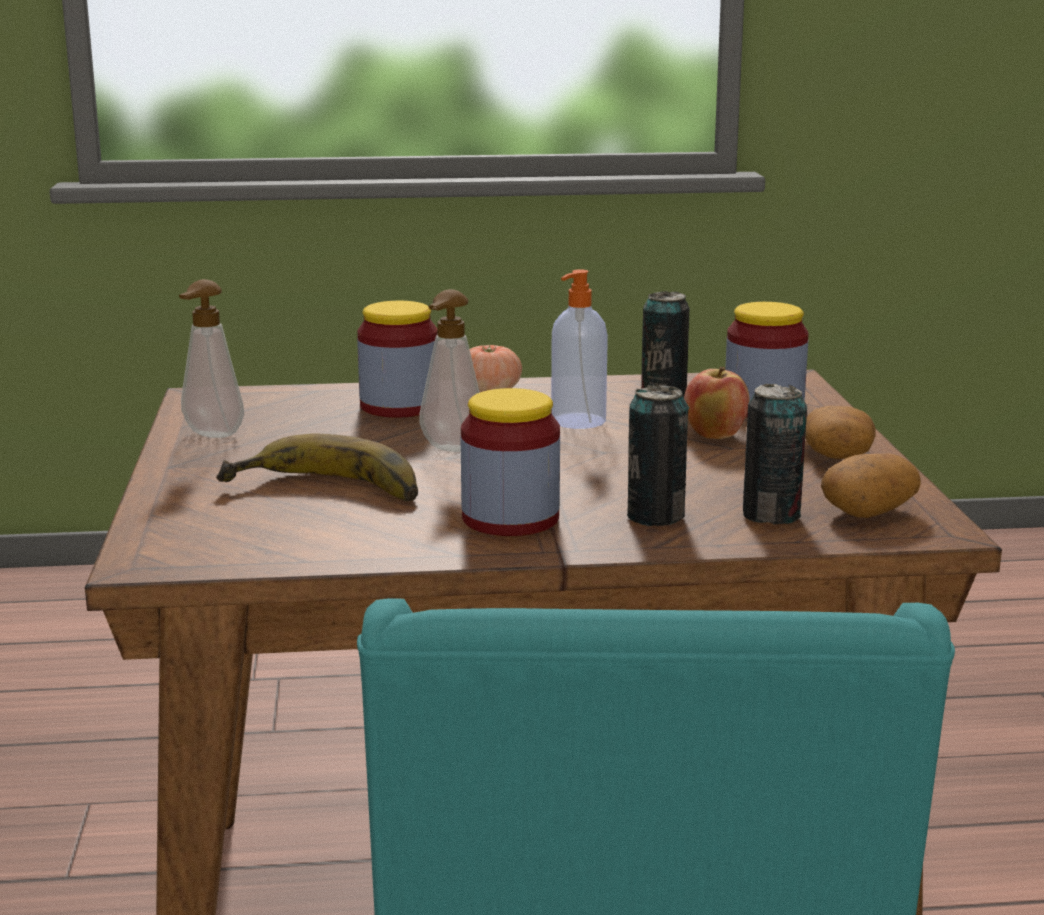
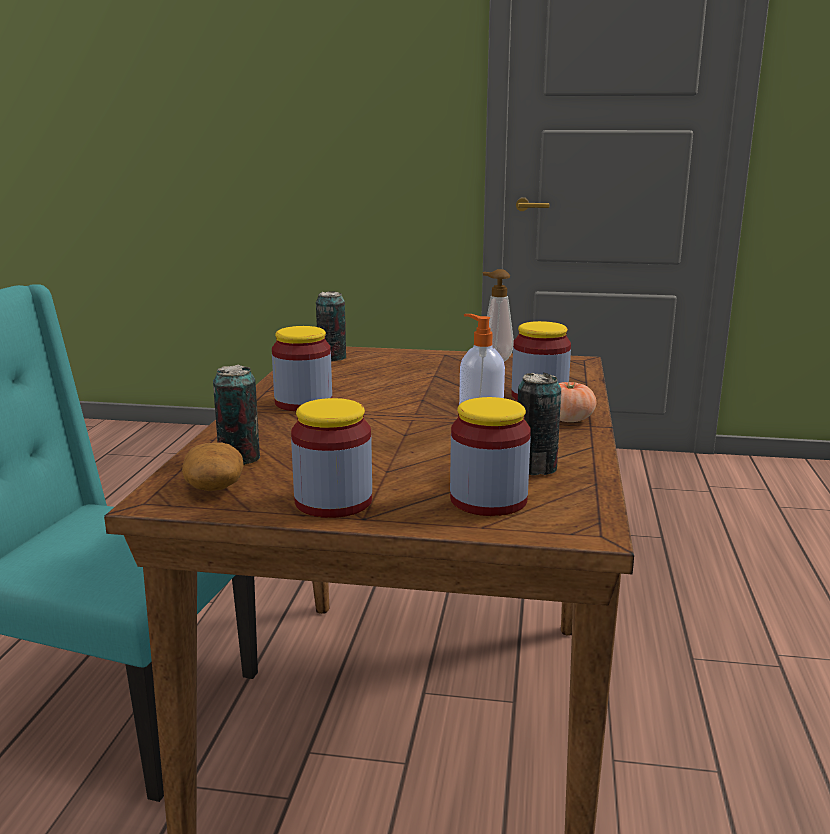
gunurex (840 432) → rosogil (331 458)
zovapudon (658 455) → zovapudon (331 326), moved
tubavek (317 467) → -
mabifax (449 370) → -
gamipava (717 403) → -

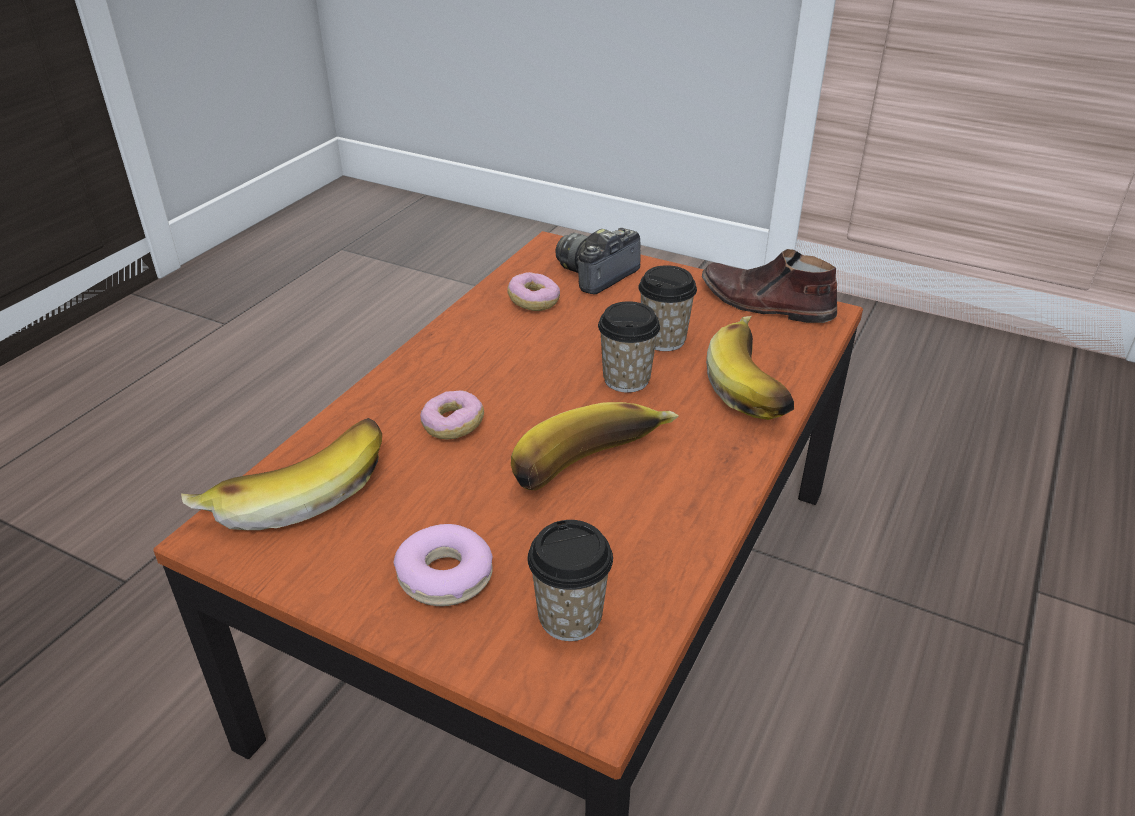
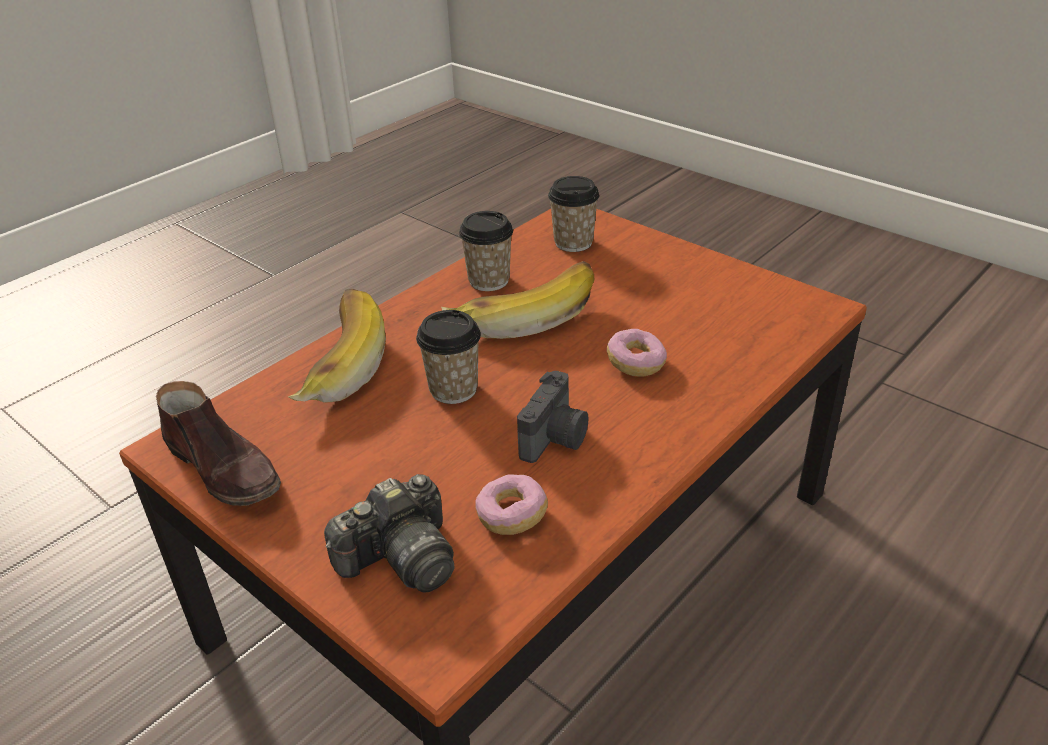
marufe (667 308) → marufe (486 251), moved
- → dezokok (552 417)
tubavek (281 474) → -
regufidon (443 565) → -

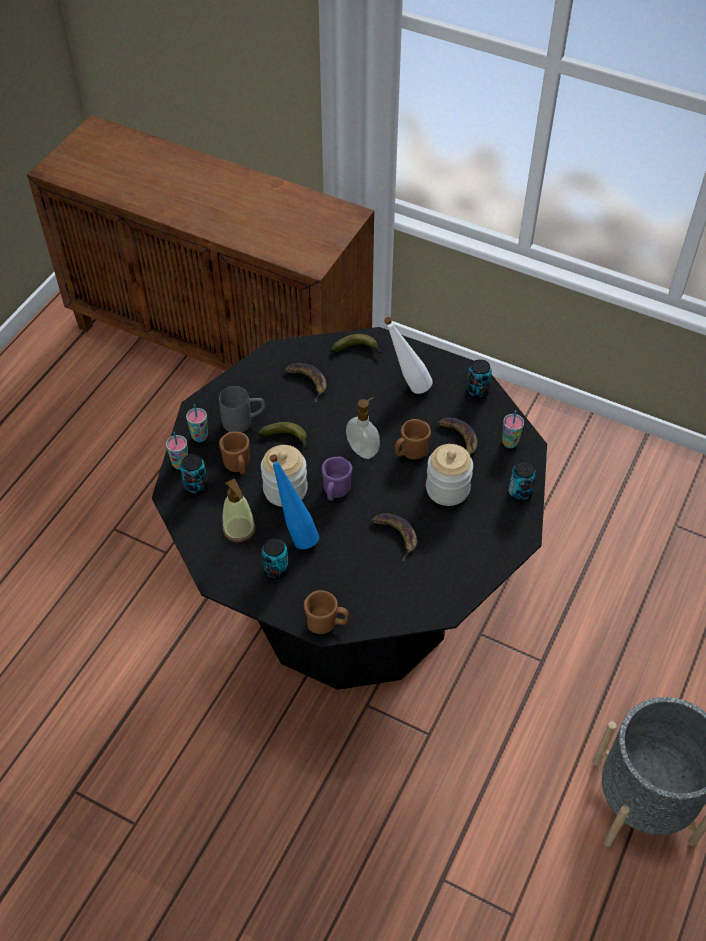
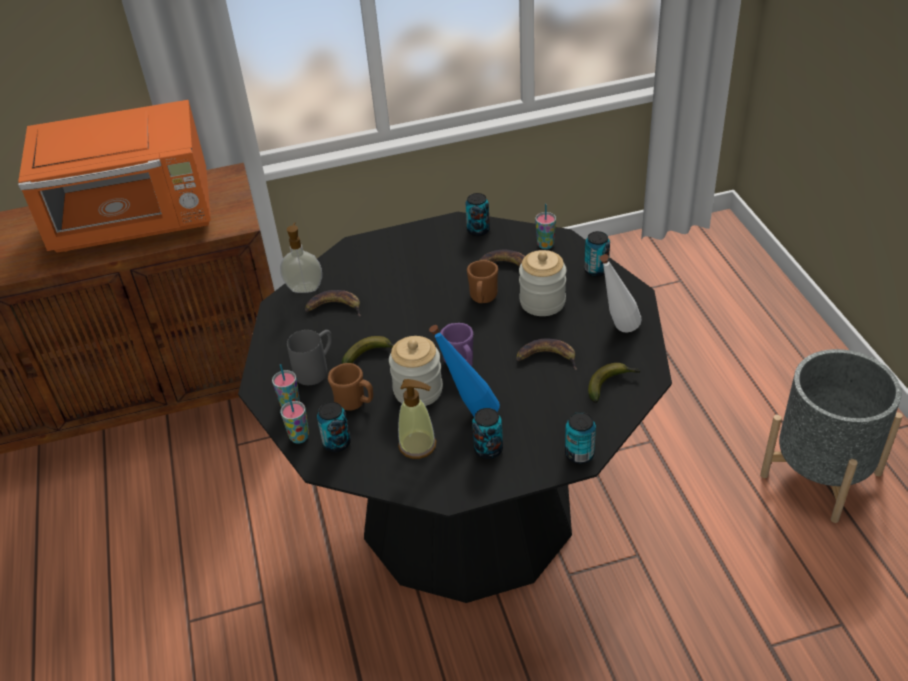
- → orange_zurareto (114 176)
mabifax (363 428) → mabifax (301 258), moved
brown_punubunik (326 612) → zovapudon (580 438)
tubavek (356 343) → tubavek (614 383), moved
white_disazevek (408 355) → white_disazevek (620 293), moved

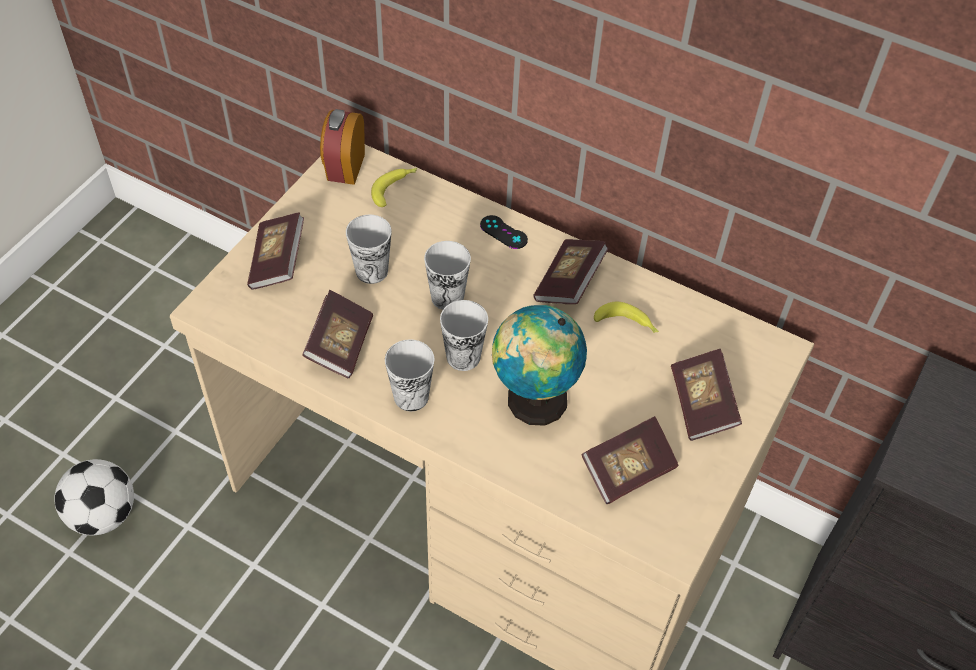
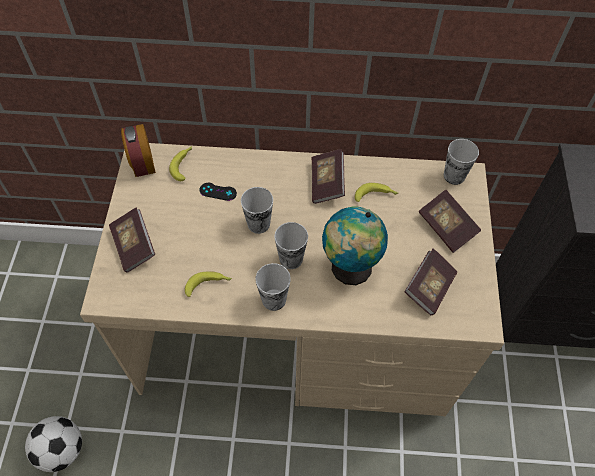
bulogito (337 334) → tubavek (208 284)
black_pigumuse (504 232) → black_pigumuse (218 192), moved
marufe (369 249) → marufe (461 162), moved

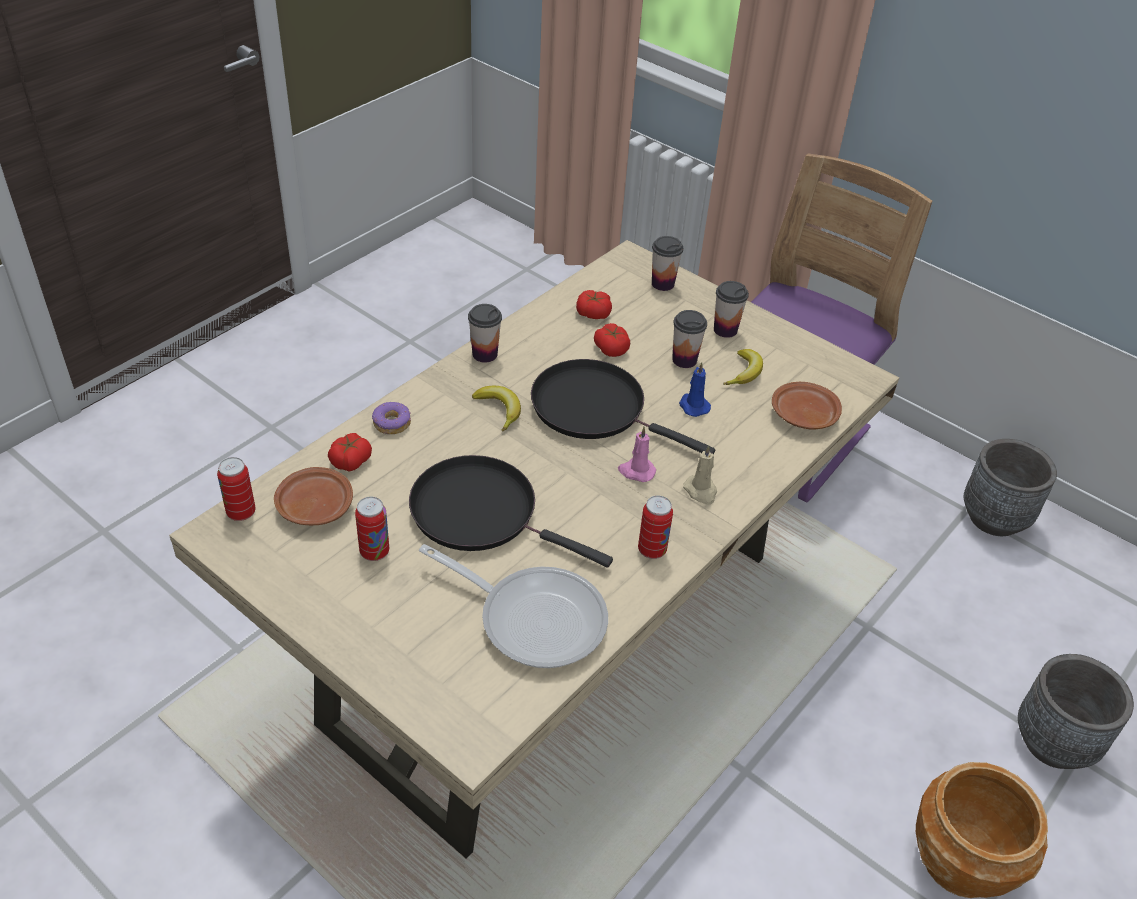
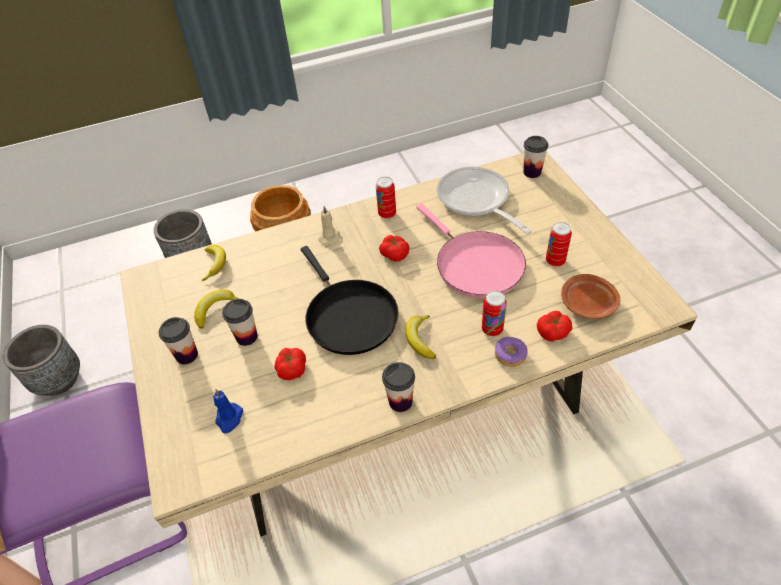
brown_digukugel (807 406) → tubavek (214 263)
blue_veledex (695 389) → blue_veledex (228 411), moved
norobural (594 304) → norobural (394 248), moved
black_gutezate (511 511) → pink_gutezate (471 250)
zovapudon (236 489) → zovapudon (494 313), moved
marufe (667 263) → marufe (535 157), moved
pink_veledex (637 454) → -

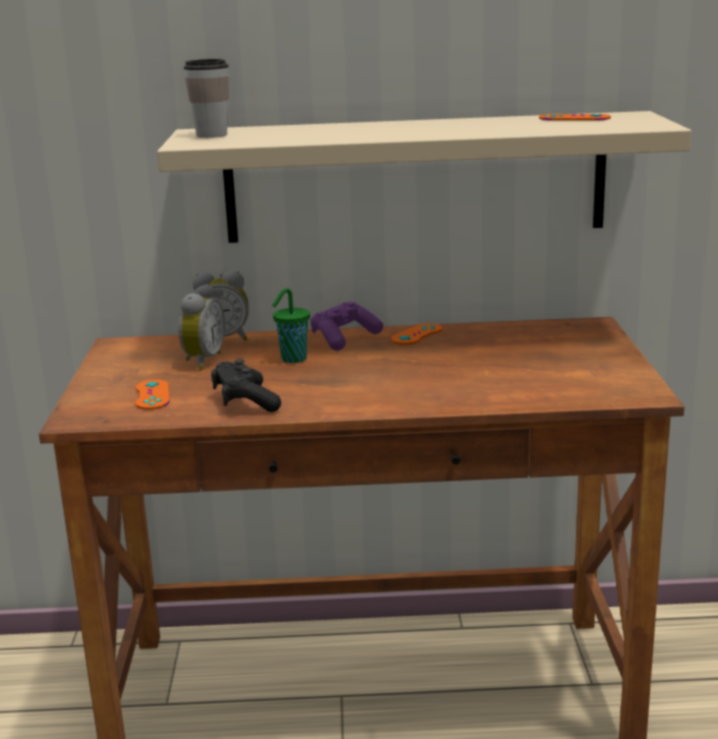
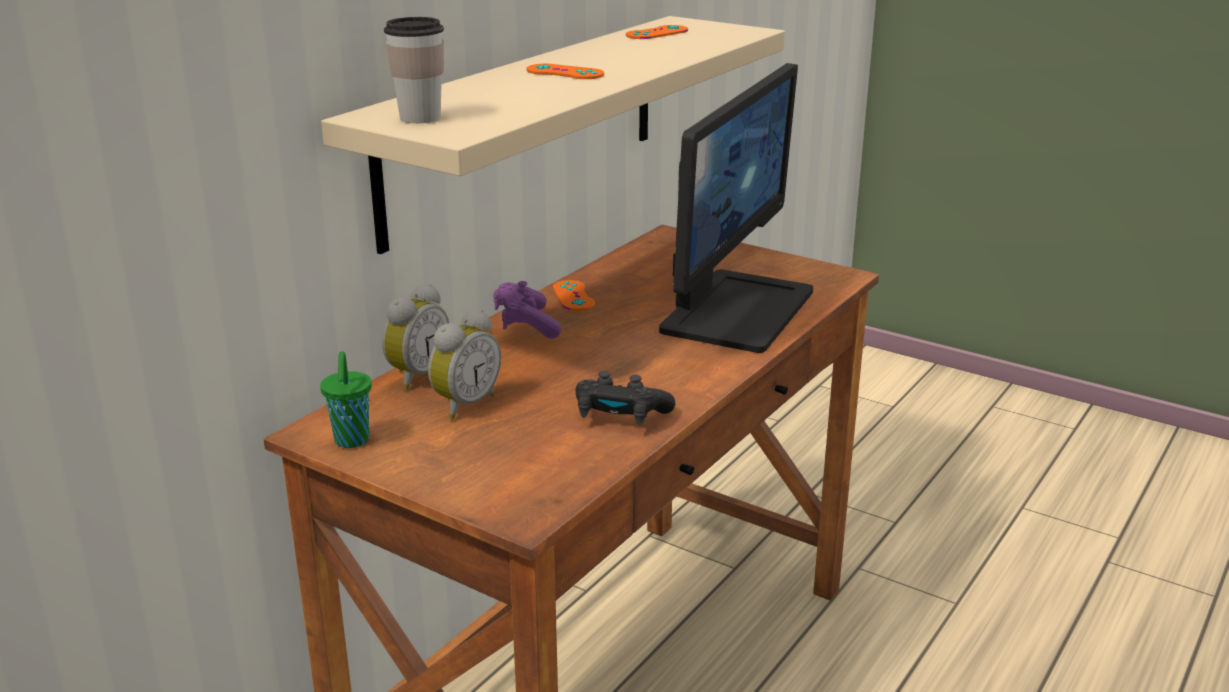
green_marufe (291 325) → green_marufe (346 399), moved
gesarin (202 327) → gesarin (464 364), 75 degrees clockwise
orange_pigumuse (152 394) → orange_pigumuse (565 71), moved
- → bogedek (736 208)

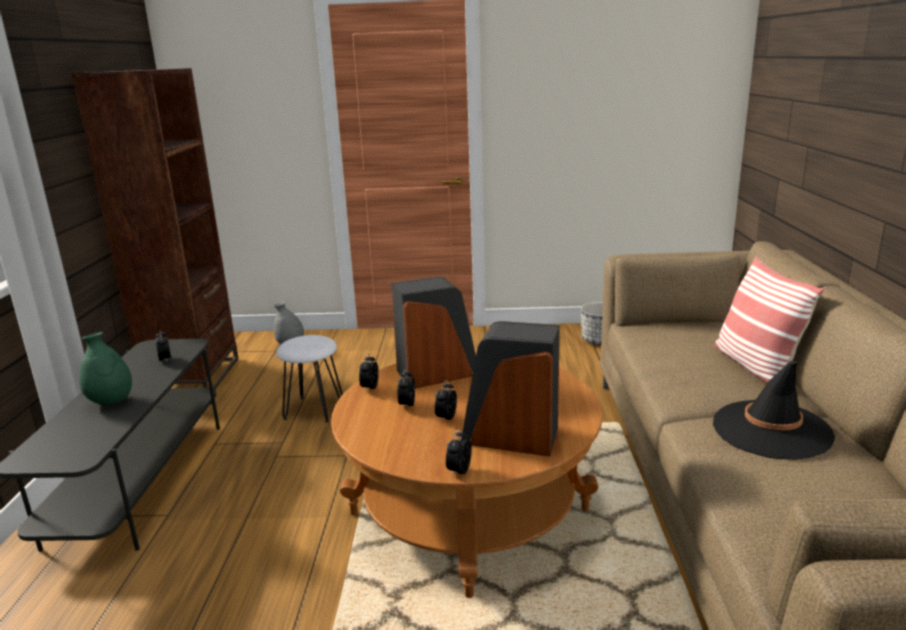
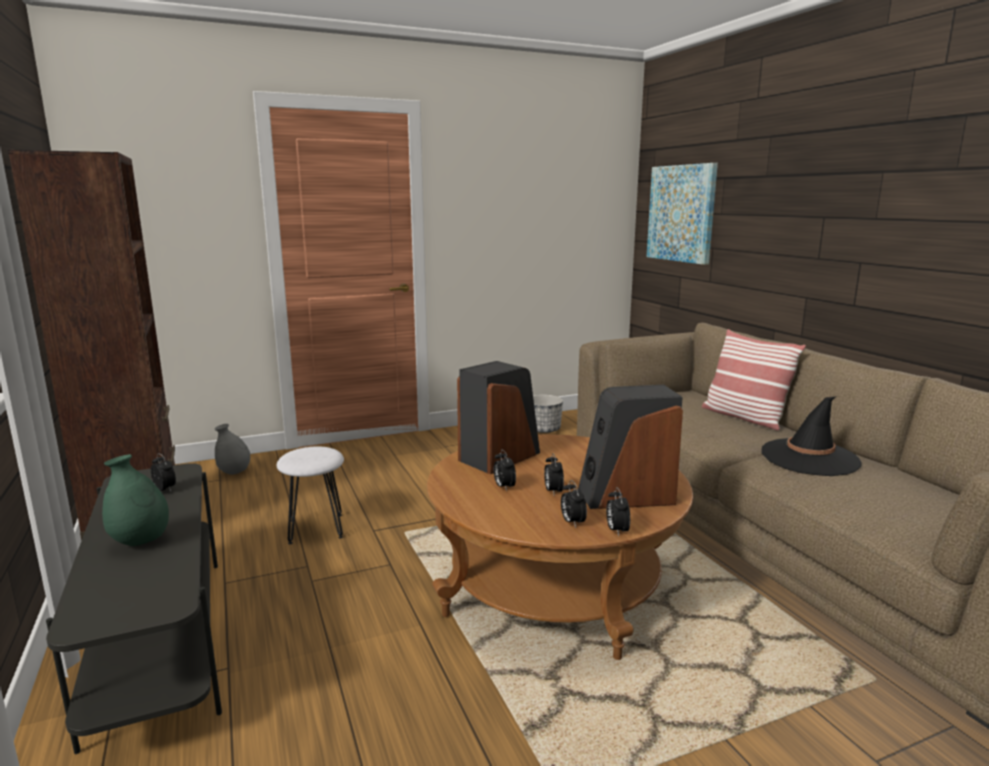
gesarin (369 372) → gesarin (574 504), moved
- → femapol (682 214)

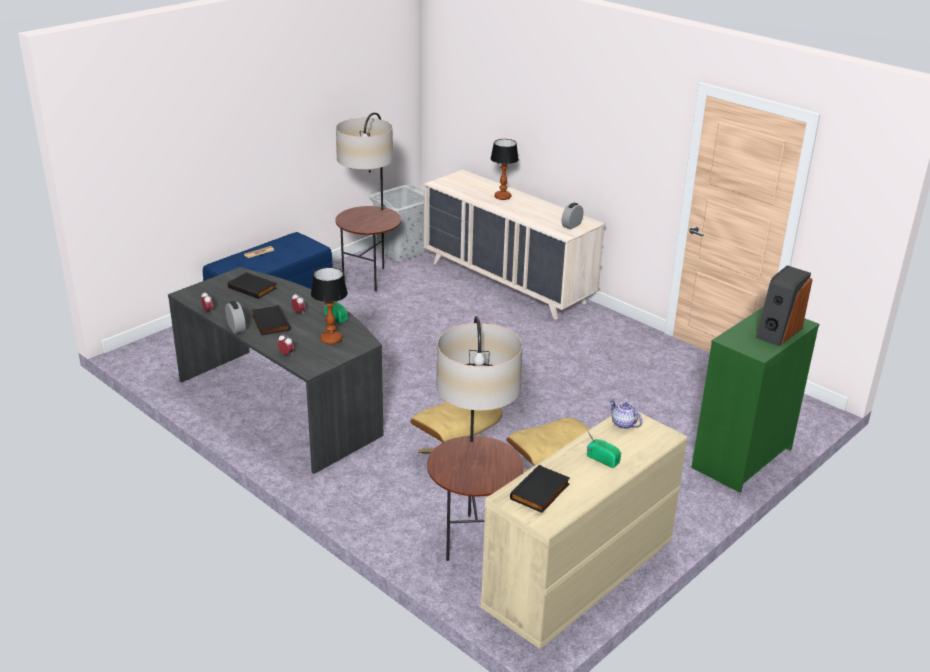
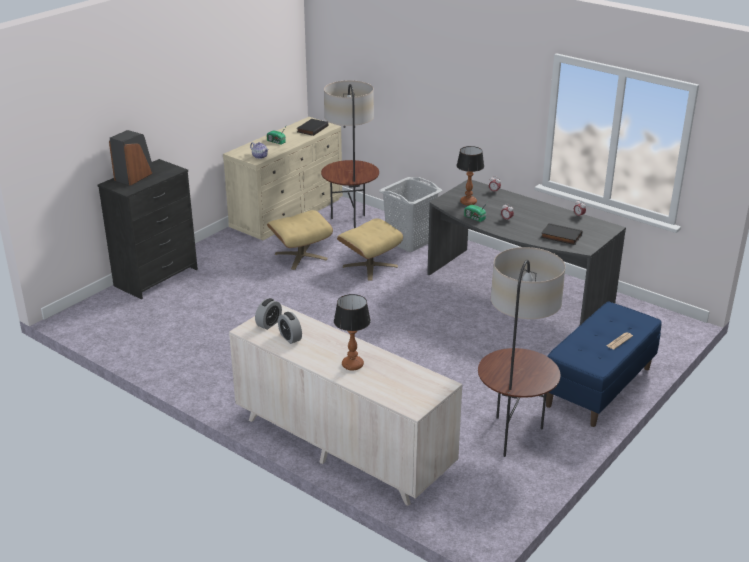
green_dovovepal (755 400) → black_dovovepal (148 229)
gesarin (235 317) → gesarin (290 328), moved
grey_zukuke (397 223) → grey_zukuke (410 214), moved
black_bulogito (271 320) → -

